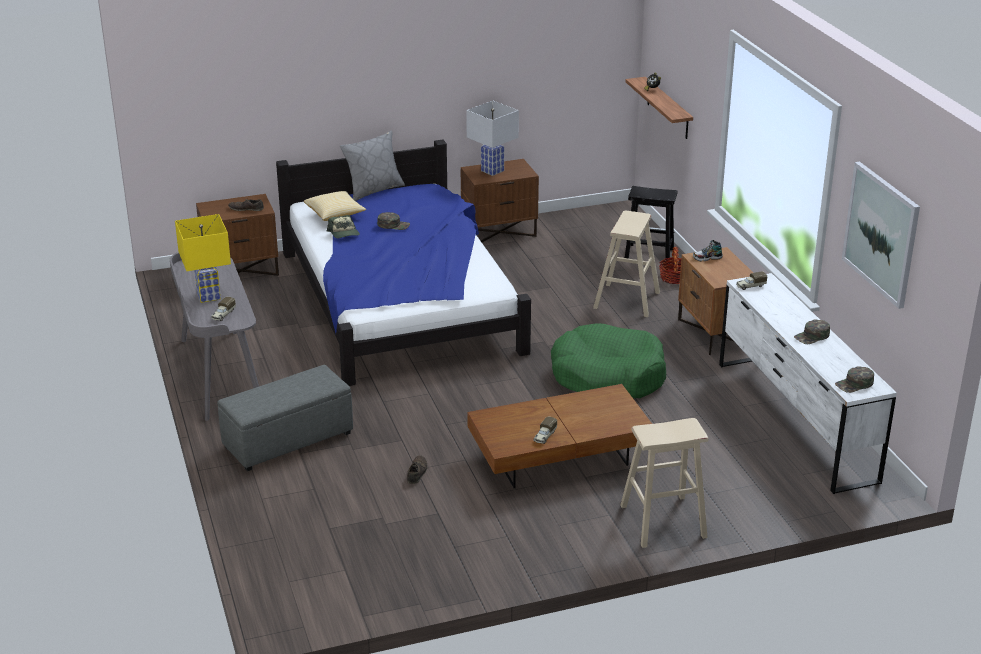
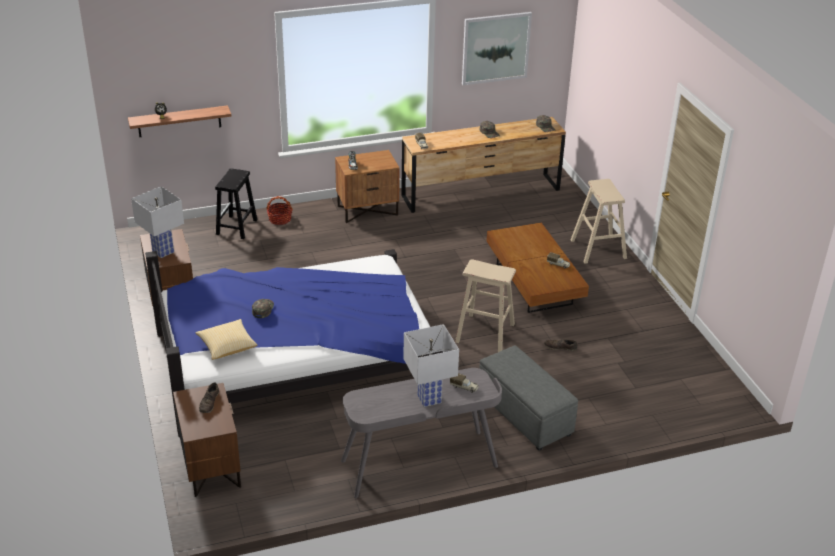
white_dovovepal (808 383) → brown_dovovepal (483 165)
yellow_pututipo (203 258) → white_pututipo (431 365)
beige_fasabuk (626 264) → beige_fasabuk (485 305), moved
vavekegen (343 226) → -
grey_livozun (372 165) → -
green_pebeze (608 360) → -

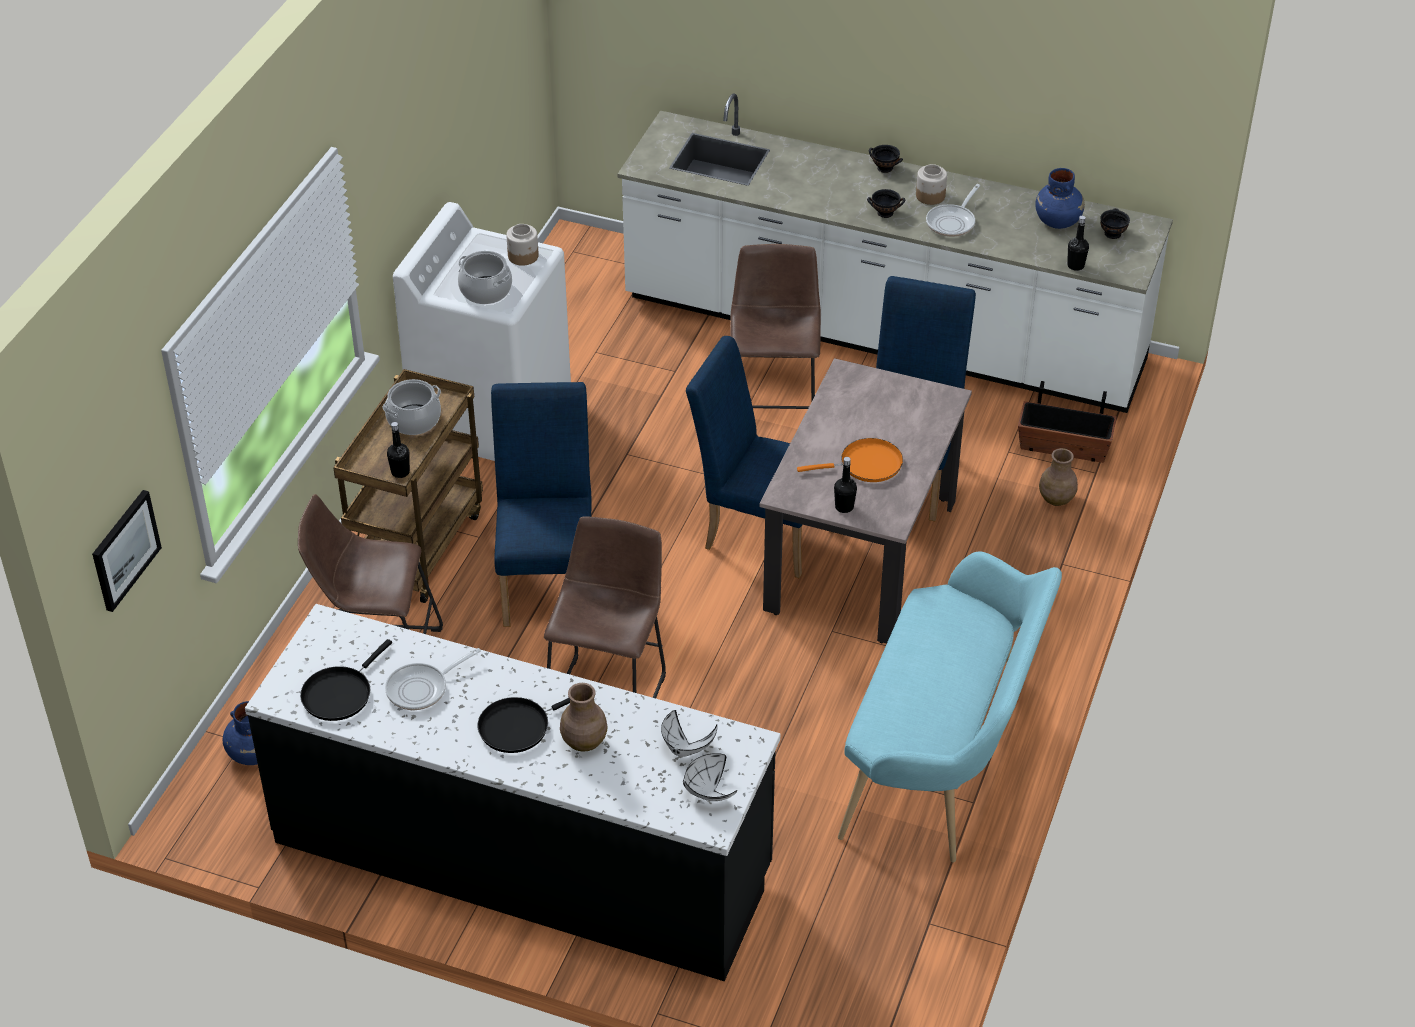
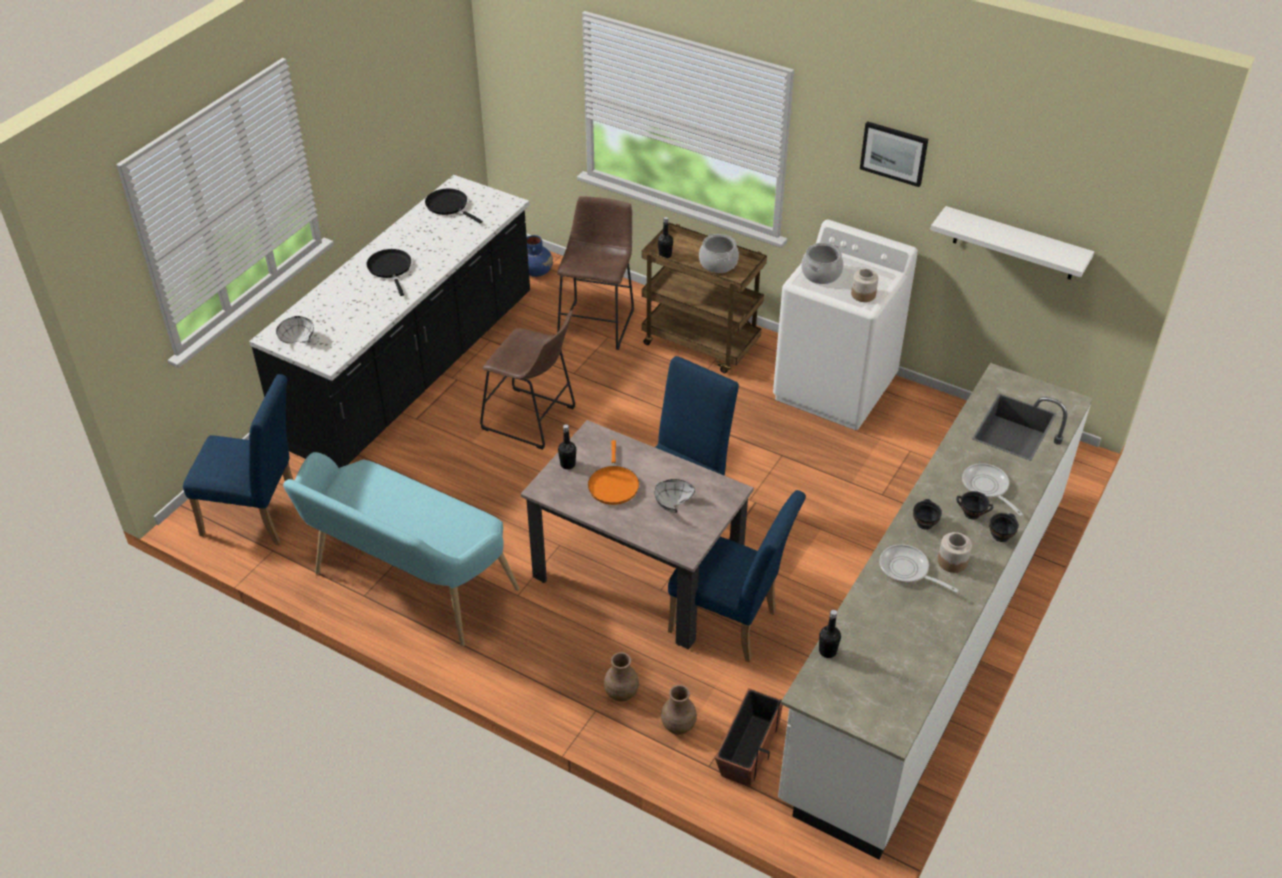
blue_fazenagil (541 504) → blue_fazenagil (238 459), moved
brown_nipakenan (583 717) → brown_nipakenan (621 676), moved
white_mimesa (689 733) → white_mimesa (675 496), moved
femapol (127 551) → femapol (894 154), moved
- → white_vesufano (1012 243)
black_mimesa (1115 223) → black_mimesa (974 505), moved
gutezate (433 679) → gutezate (992 489), moved
brown_fasabuk (775 326) → -
blue_nipakenan (1060 198) → -

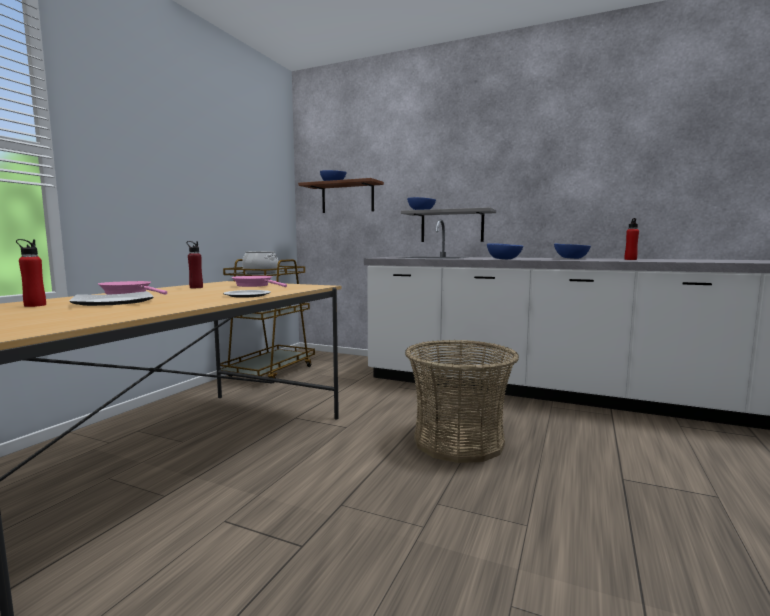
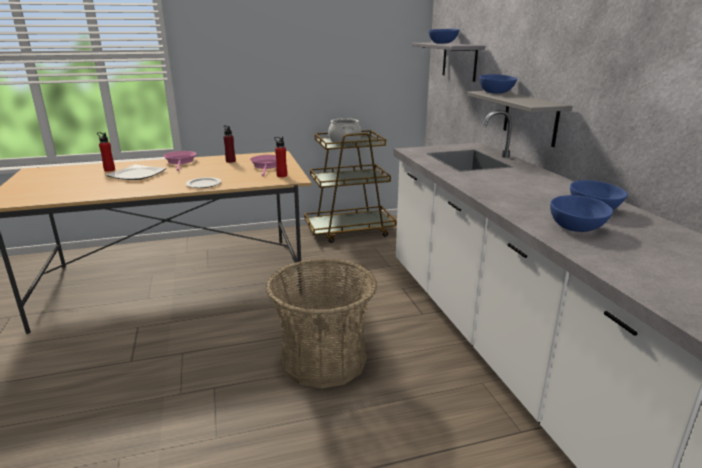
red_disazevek (631 239) → red_disazevek (280 156), moved
brown_vesufano (341 195) → grey_vesufano (448 62)
blue_mimesa (505 251) → blue_mimesa (581 213), moved

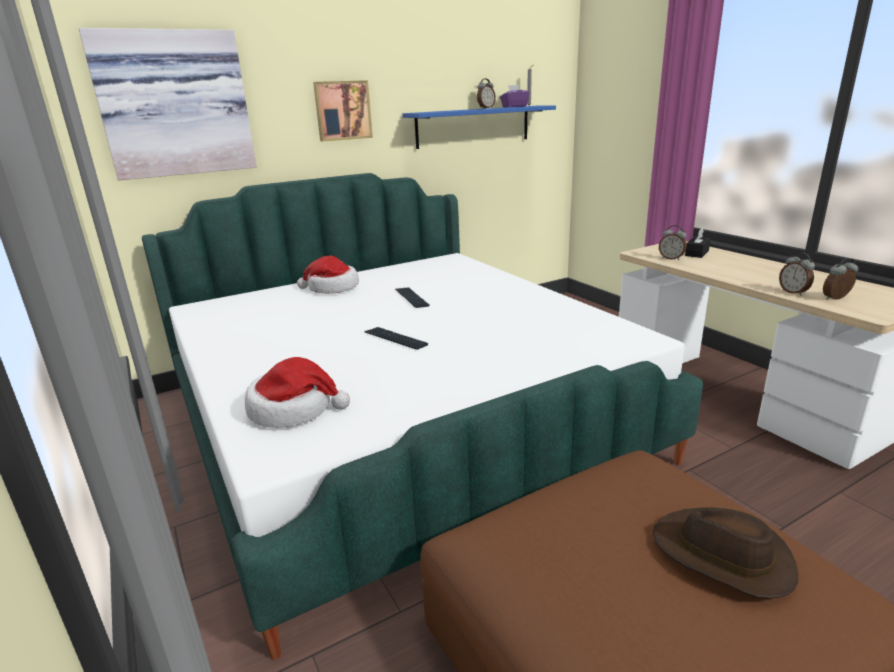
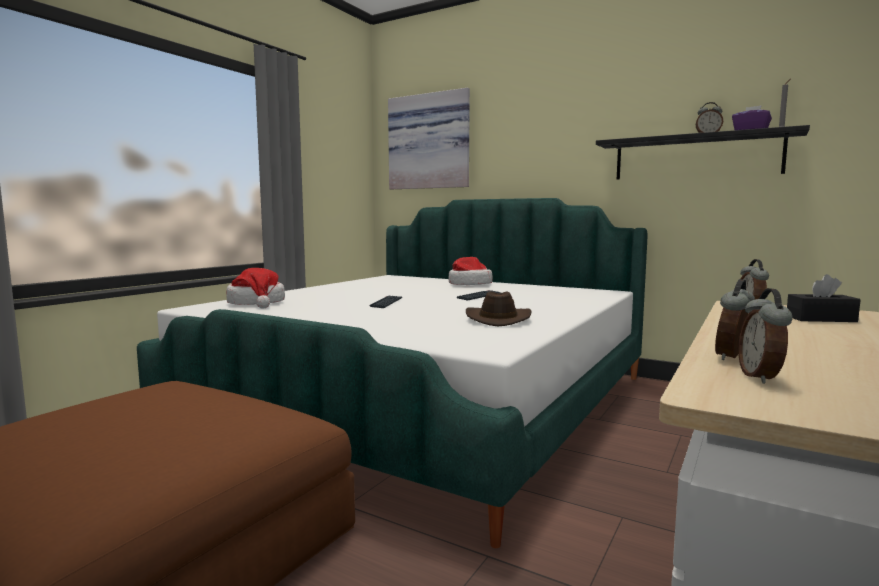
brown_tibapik (725 553) → brown_tibapik (499 308), moved
blue_vesufano (479 127) → black_vesufano (703 152)
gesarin (840 279) → gesarin (765 336), 120 degrees counterclockwise
femapol (343 111) → -

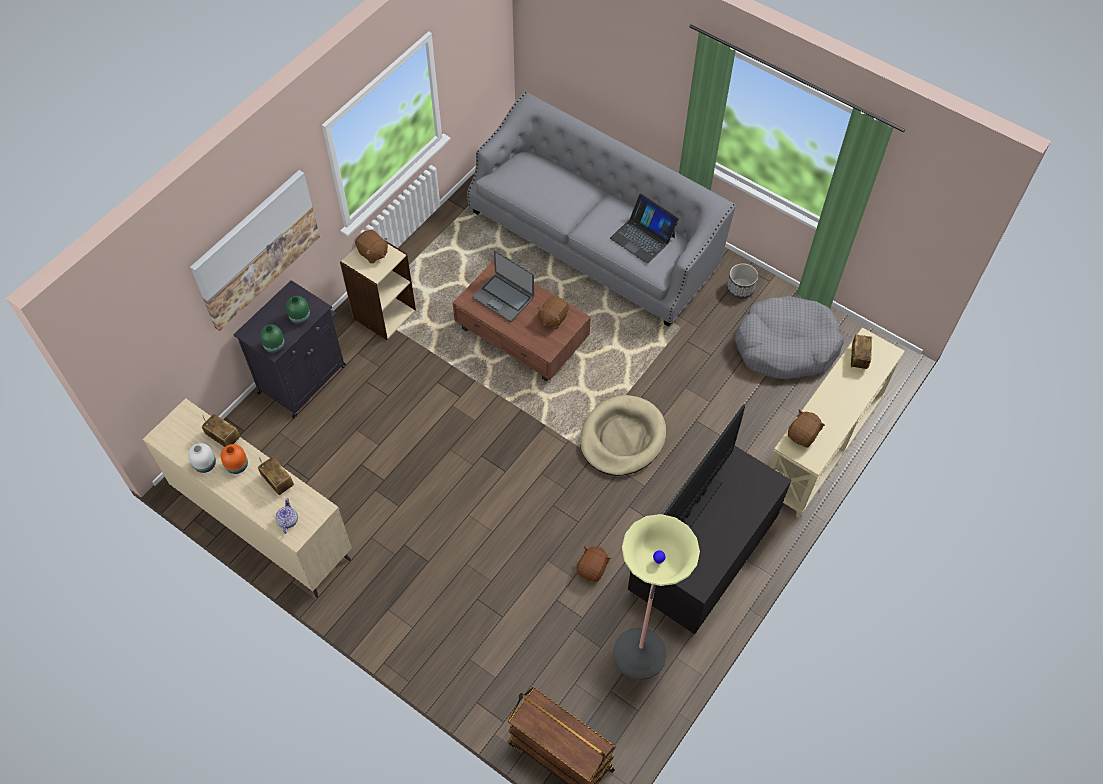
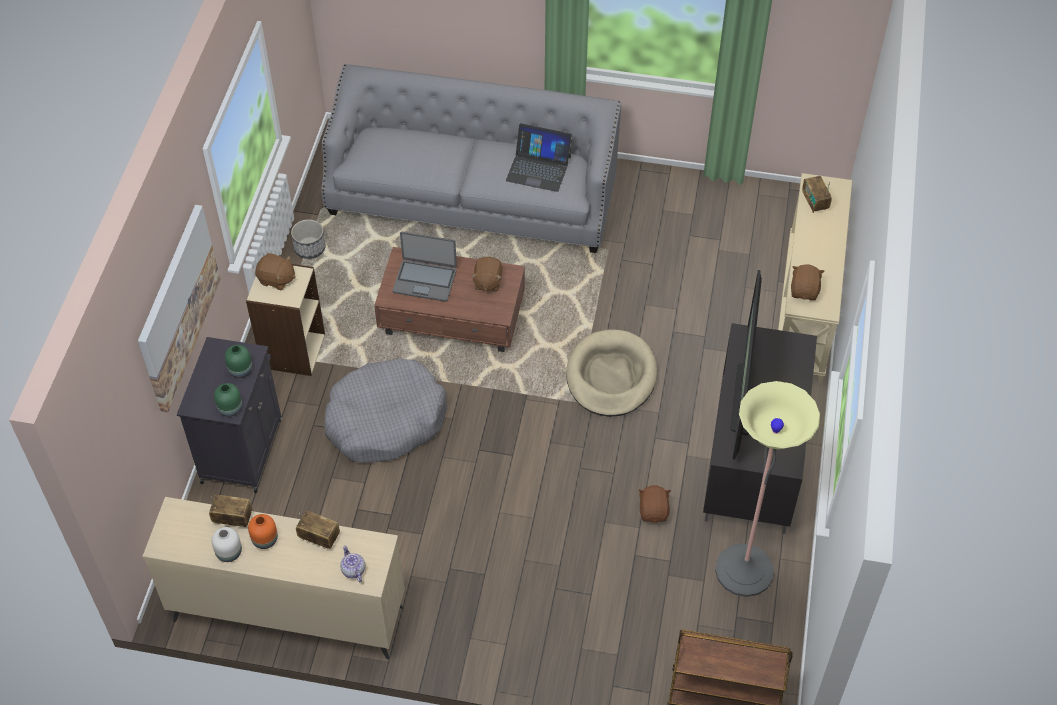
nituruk (742 280) → nituruk (308 239), moved
grey_pebeze (789 337) → grey_pebeze (386 411), moved

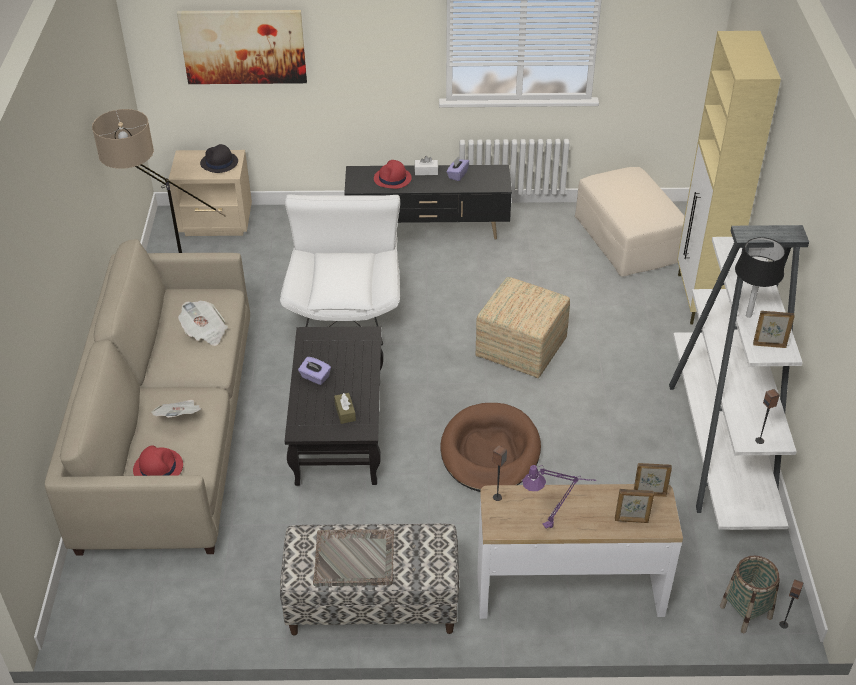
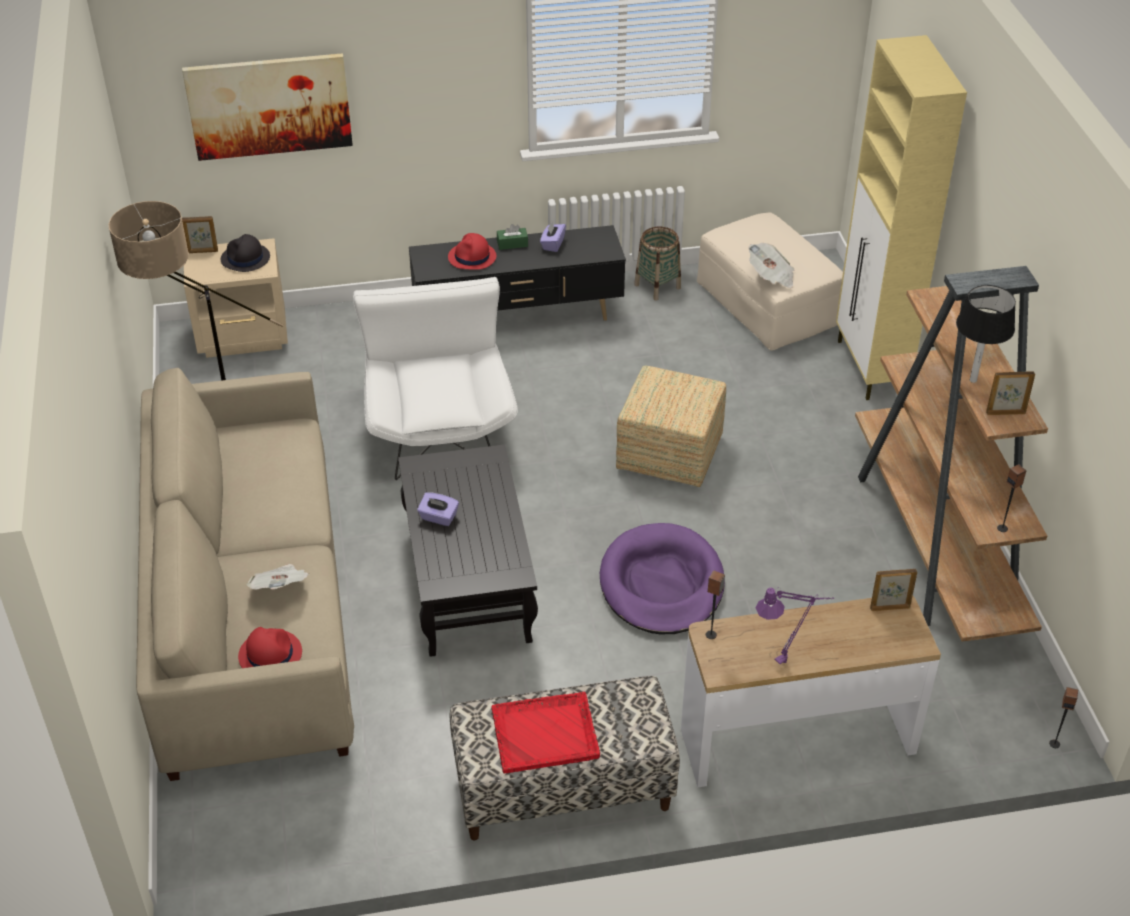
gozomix (634 506) → gozomix (200 234), moved
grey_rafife (353 557) → red_rafife (546 732)
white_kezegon (426 165) → green_kezegon (512 237)
brown_pebeze (490 447) → purple_pebeze (662 579)
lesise (750 594) → lesise (657 264), moved
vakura (203 323) → vakura (771 265), moved
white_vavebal (739 377) → brown_vavebal (951 454)
brown_kezegon (345 408) → -

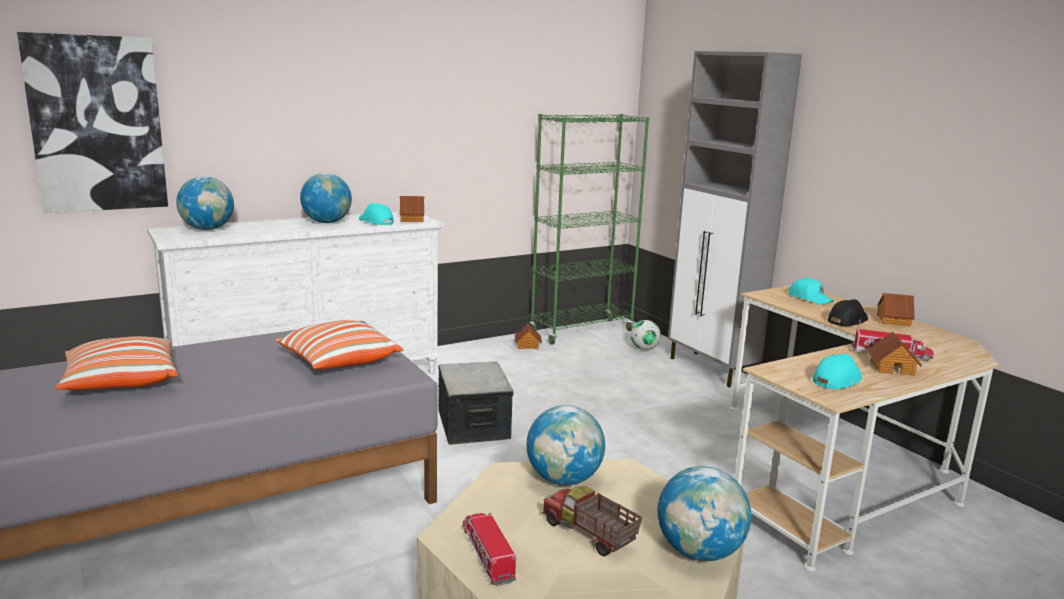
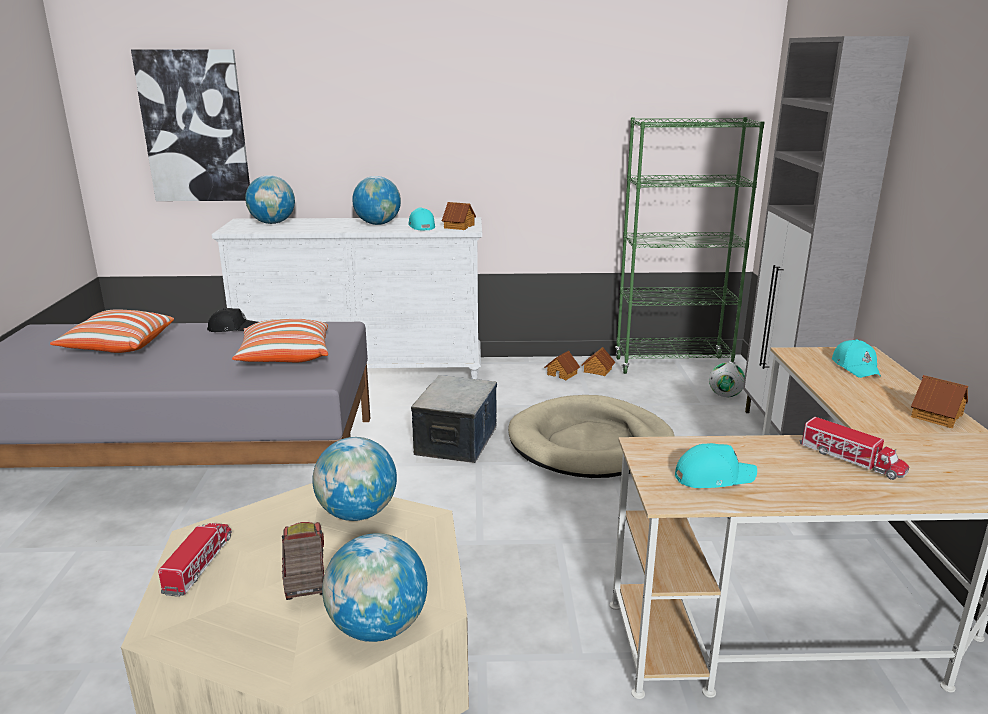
black_vavekegen (848 312) → black_vavekegen (232 320), moved
- → beige_pebeze (591 436)
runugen (894 353) → runugen (562 365), moved

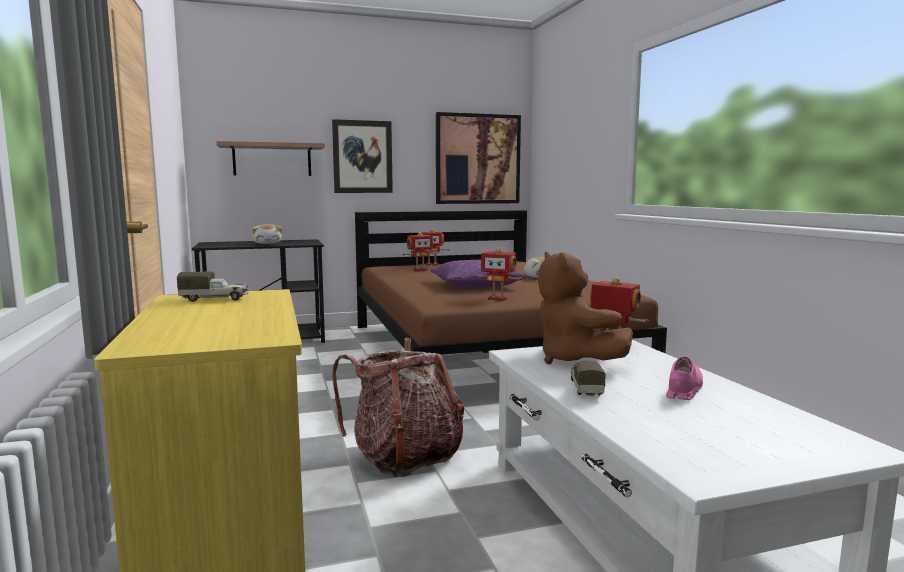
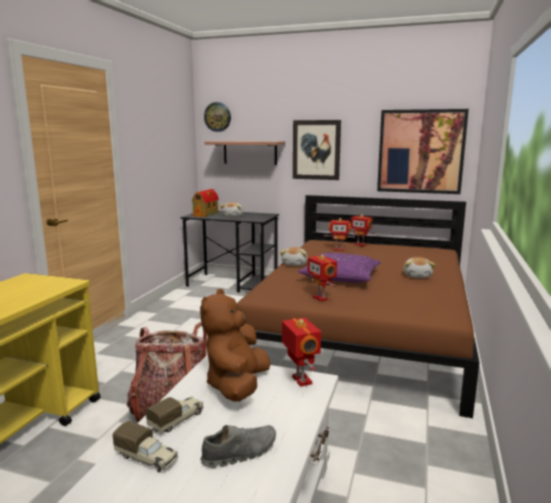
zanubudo (213 286) → zanubudo (145 446), moved
- → runugen (205 203)
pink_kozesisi (684 378) → grey_kozesisi (238 446)
- → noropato (217 117)
- → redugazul (294 256)

